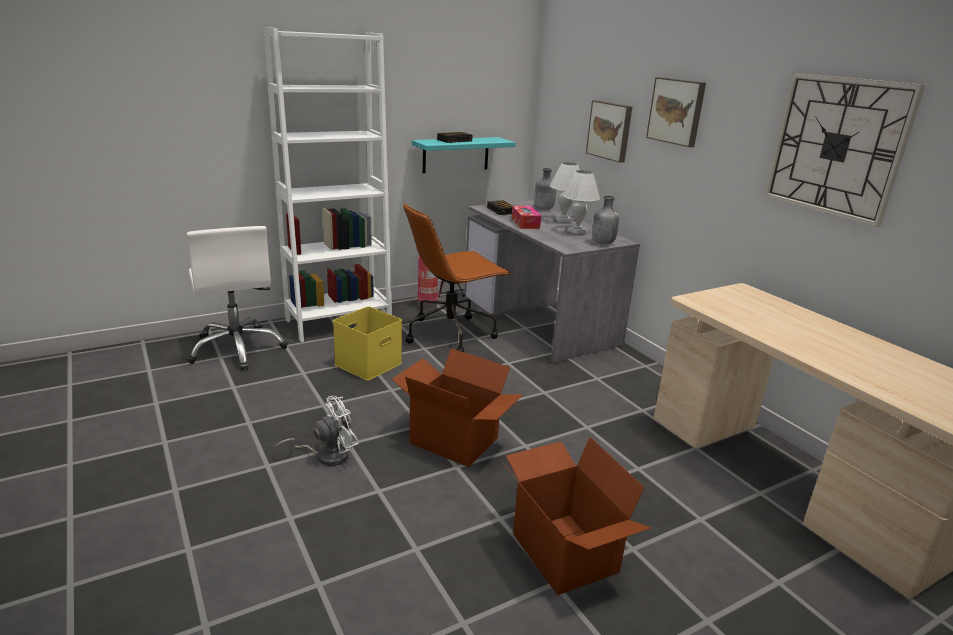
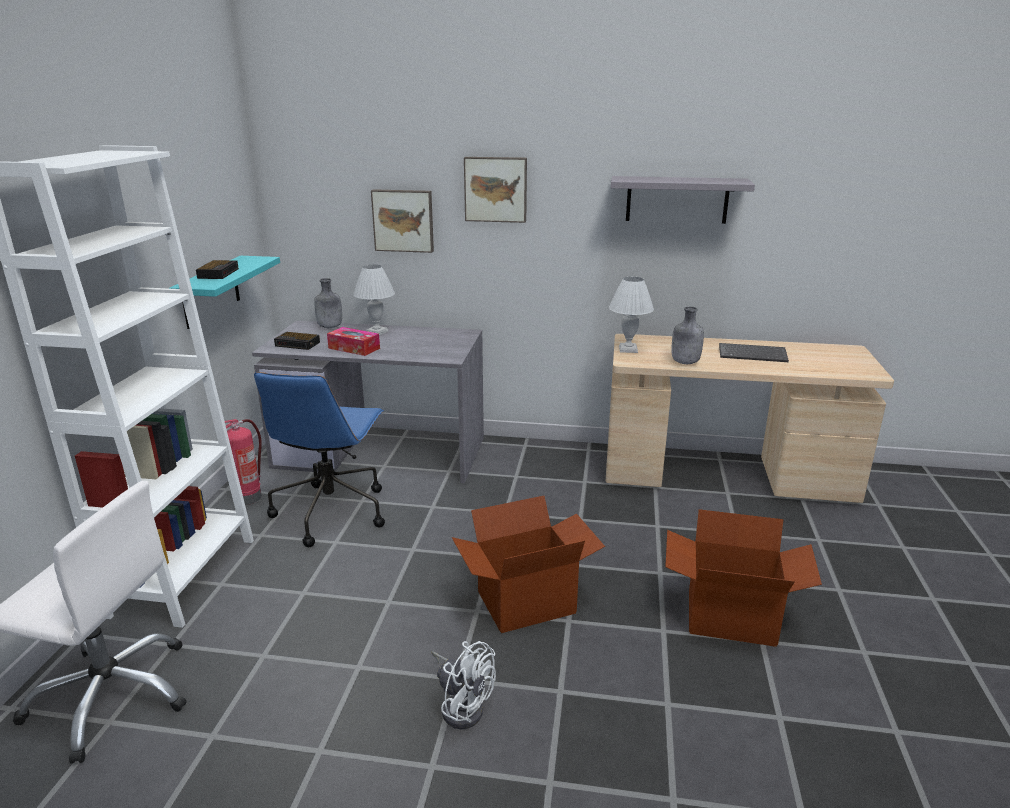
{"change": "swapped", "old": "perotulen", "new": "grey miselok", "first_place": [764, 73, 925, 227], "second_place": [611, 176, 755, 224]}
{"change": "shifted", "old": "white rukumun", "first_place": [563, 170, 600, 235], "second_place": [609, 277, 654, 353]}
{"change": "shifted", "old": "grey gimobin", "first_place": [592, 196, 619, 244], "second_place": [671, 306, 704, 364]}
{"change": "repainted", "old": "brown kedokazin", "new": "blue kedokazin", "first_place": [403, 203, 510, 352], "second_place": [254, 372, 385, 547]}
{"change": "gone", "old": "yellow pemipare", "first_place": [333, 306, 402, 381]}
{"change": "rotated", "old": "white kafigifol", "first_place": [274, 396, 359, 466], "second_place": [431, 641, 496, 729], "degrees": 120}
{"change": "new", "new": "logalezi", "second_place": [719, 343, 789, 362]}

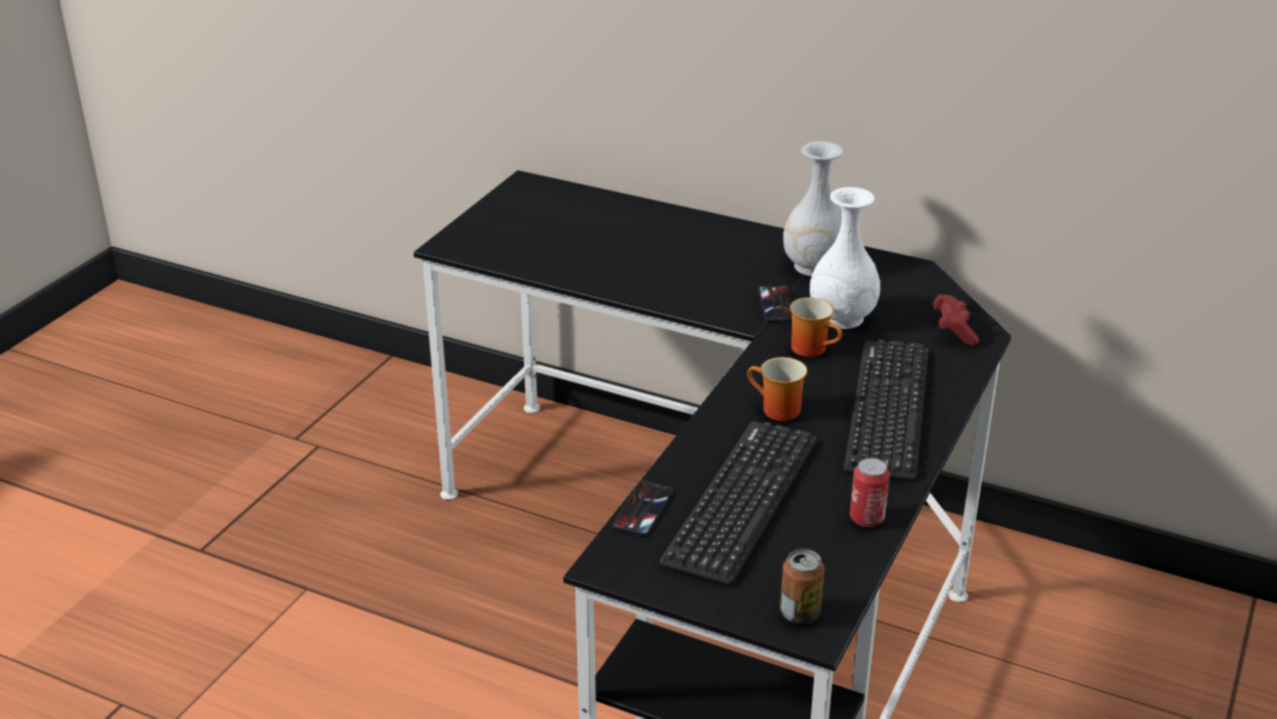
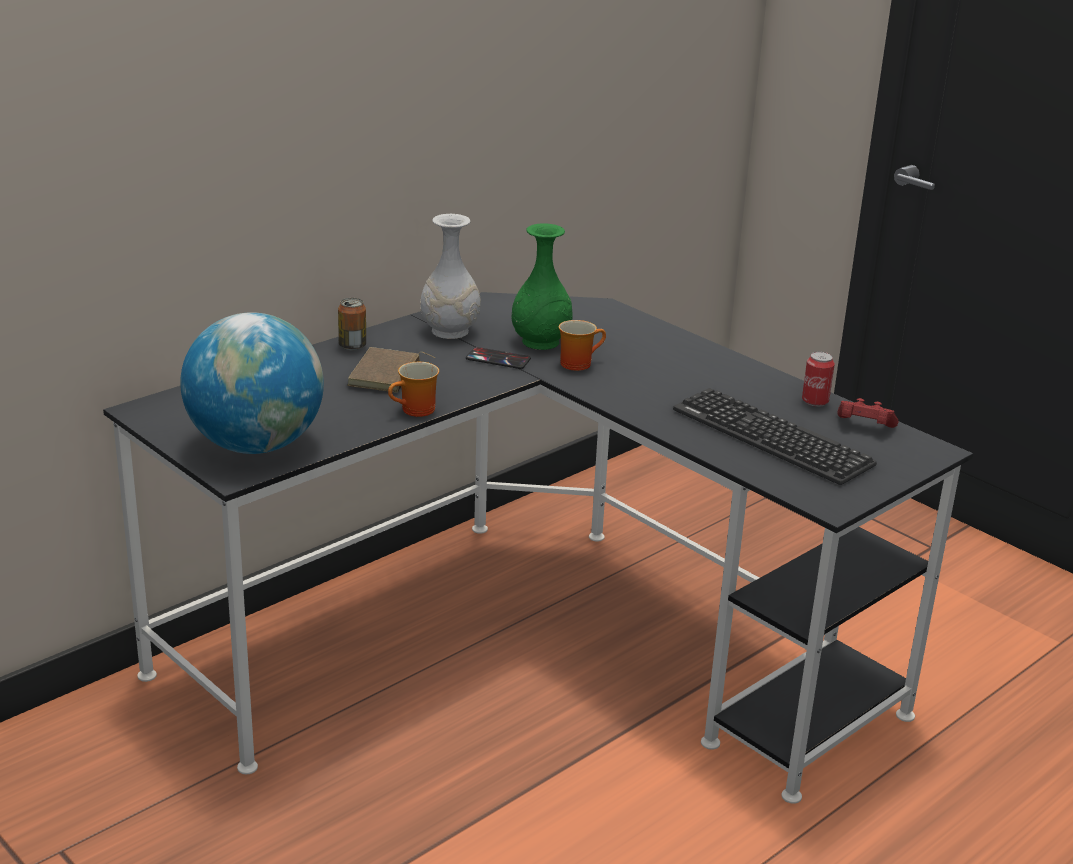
{"change": "repainted", "old": "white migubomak", "new": "green migubomak", "first_place": [810, 187, 880, 329], "second_place": [511, 223, 572, 350]}
{"change": "shifted", "old": "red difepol", "first_place": [933, 294, 979, 346], "second_place": [837, 398, 898, 428]}
{"change": "gone", "old": "logalezi", "first_place": [844, 339, 929, 480]}
{"change": "shifted", "old": "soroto", "first_place": [747, 357, 807, 421], "second_place": [388, 362, 439, 417]}
{"change": "gone", "old": "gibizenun", "first_place": [612, 480, 674, 536]}
{"change": "shifted", "old": "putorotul", "first_place": [780, 549, 824, 624], "second_place": [338, 298, 366, 351]}
{"change": "new", "new": "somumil", "second_place": [180, 312, 324, 454]}
{"change": "new", "new": "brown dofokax", "second_place": [347, 347, 435, 393]}

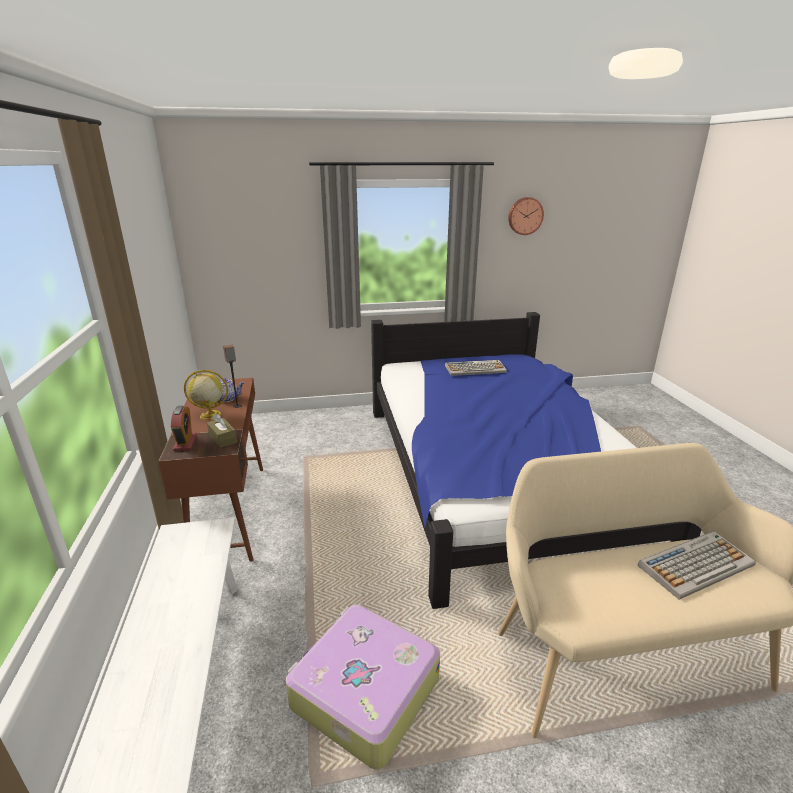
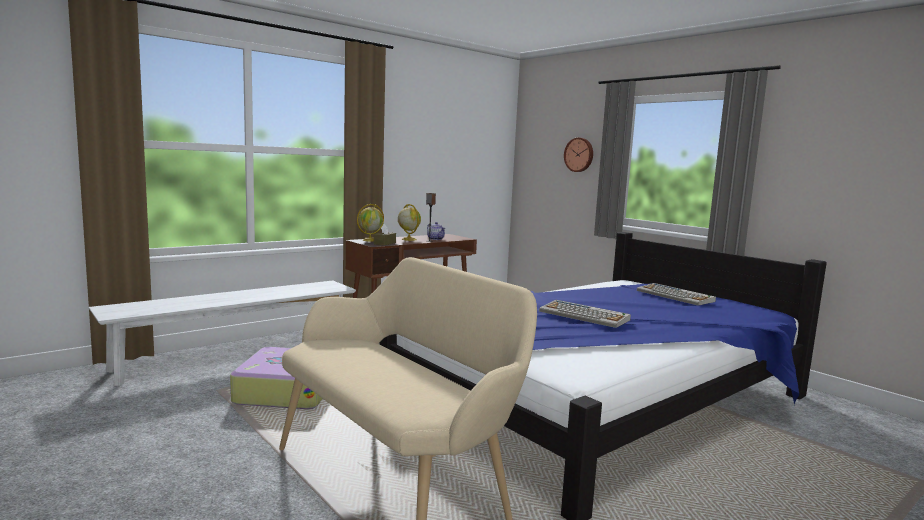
{"change": "shifted", "old": "perotulen", "first_place": [508, 197, 544, 235], "second_place": [564, 138, 593, 172]}
{"change": "swapped", "old": "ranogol", "new": "somumil", "first_place": [171, 406, 197, 451], "second_place": [357, 204, 384, 242]}
{"change": "shifted", "old": "logalezi", "first_place": [637, 531, 756, 600], "second_place": [539, 300, 631, 328]}

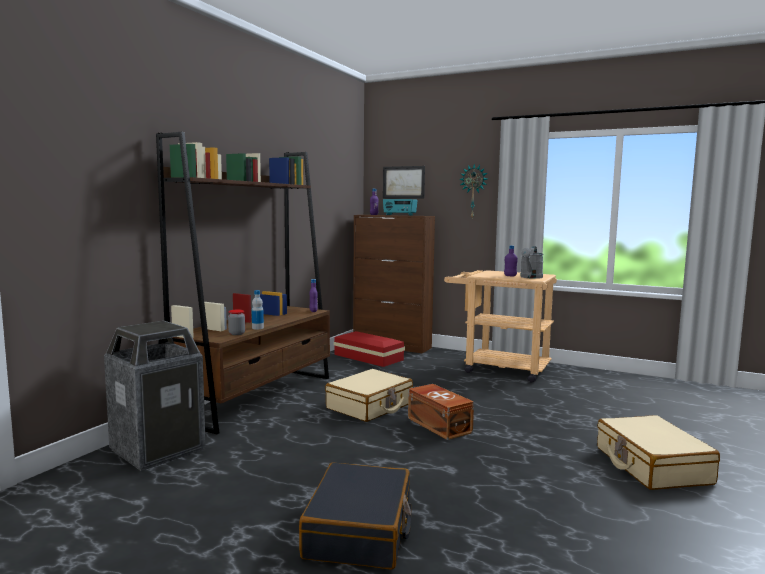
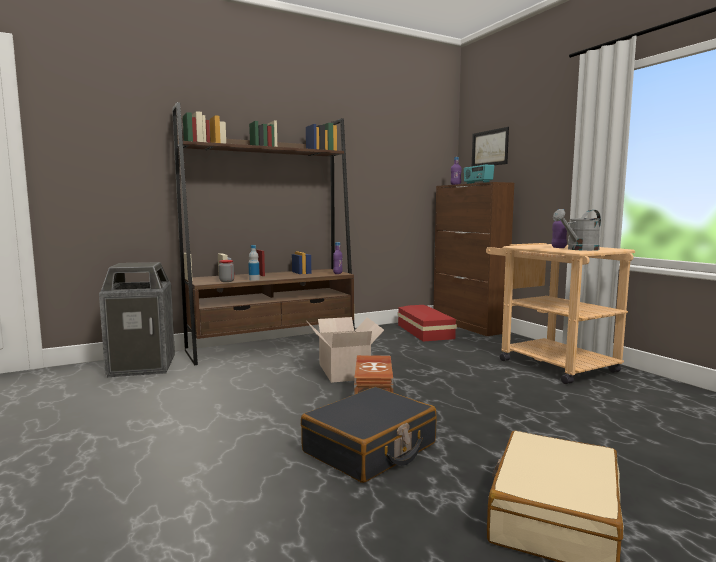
{"change": "gone", "old": "perotulen", "first_place": [459, 164, 487, 218]}
{"change": "swapped", "old": "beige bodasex", "new": "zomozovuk", "first_place": [325, 369, 413, 422], "second_place": [306, 317, 384, 383]}
{"change": "shifted", "old": "black bodasex", "first_place": [299, 462, 412, 570], "second_place": [301, 387, 437, 483]}

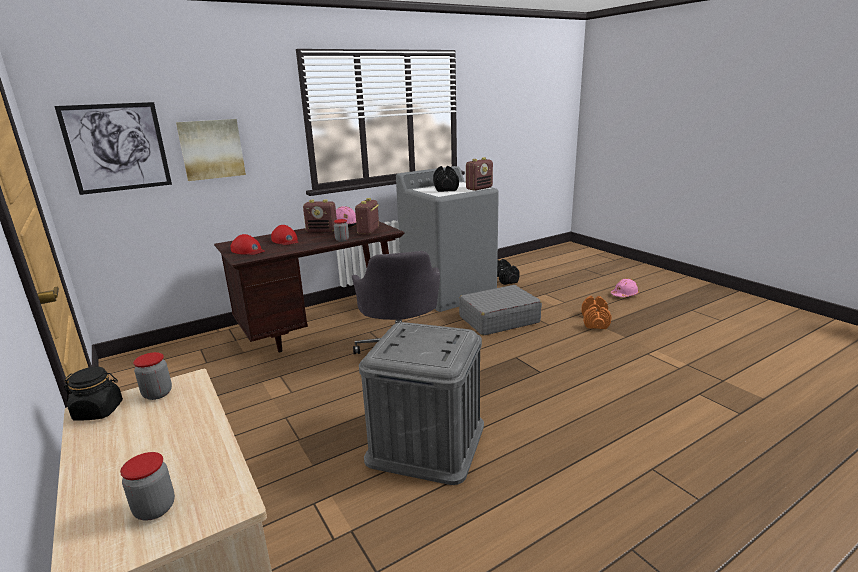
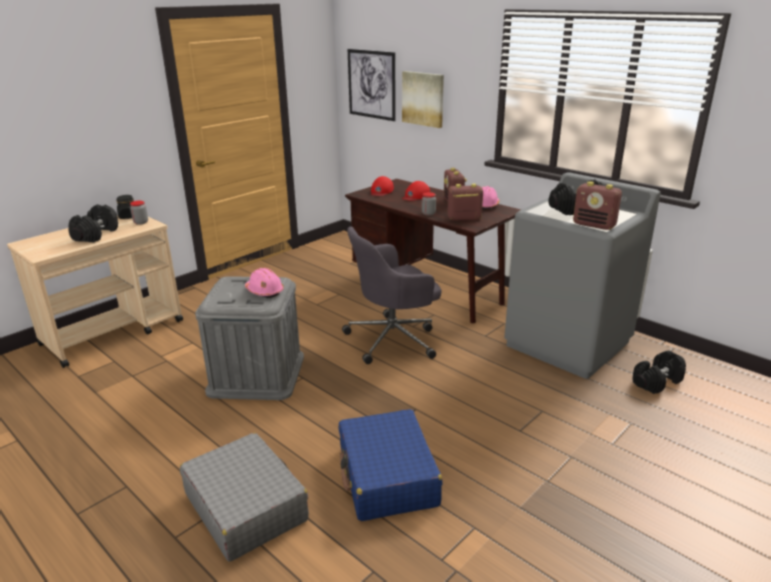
{"change": "shifted", "old": "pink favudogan", "first_place": [611, 279, 639, 297], "second_place": [245, 268, 284, 298]}
{"change": "shifted", "old": "grey bodasex", "first_place": [459, 285, 542, 336], "second_place": [180, 432, 309, 562]}
{"change": "gone", "old": "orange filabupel", "first_place": [581, 296, 612, 329]}
{"change": "gone", "old": "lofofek", "first_place": [120, 452, 175, 520]}
{"change": "new", "new": "black filabupel", "second_place": [68, 204, 118, 242]}
{"change": "new", "new": "blue bodasex", "second_place": [339, 409, 443, 521]}

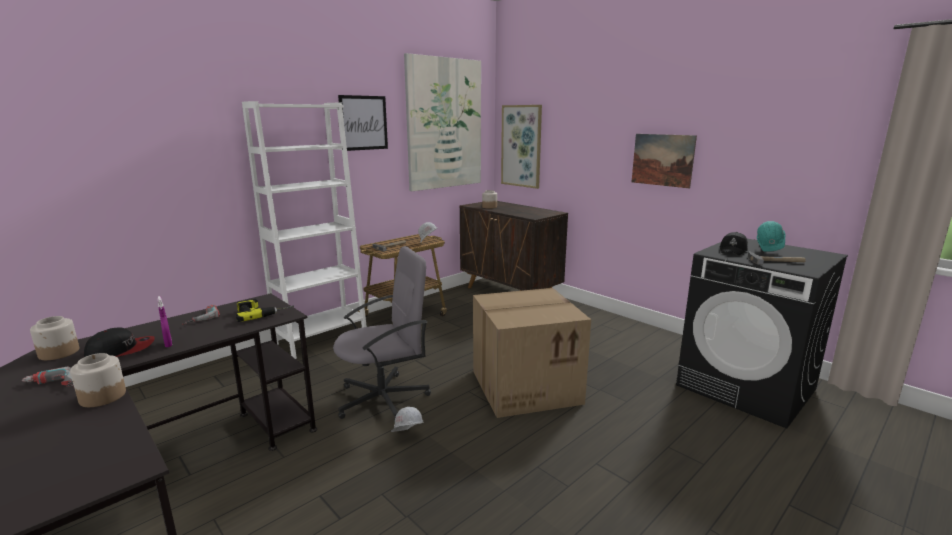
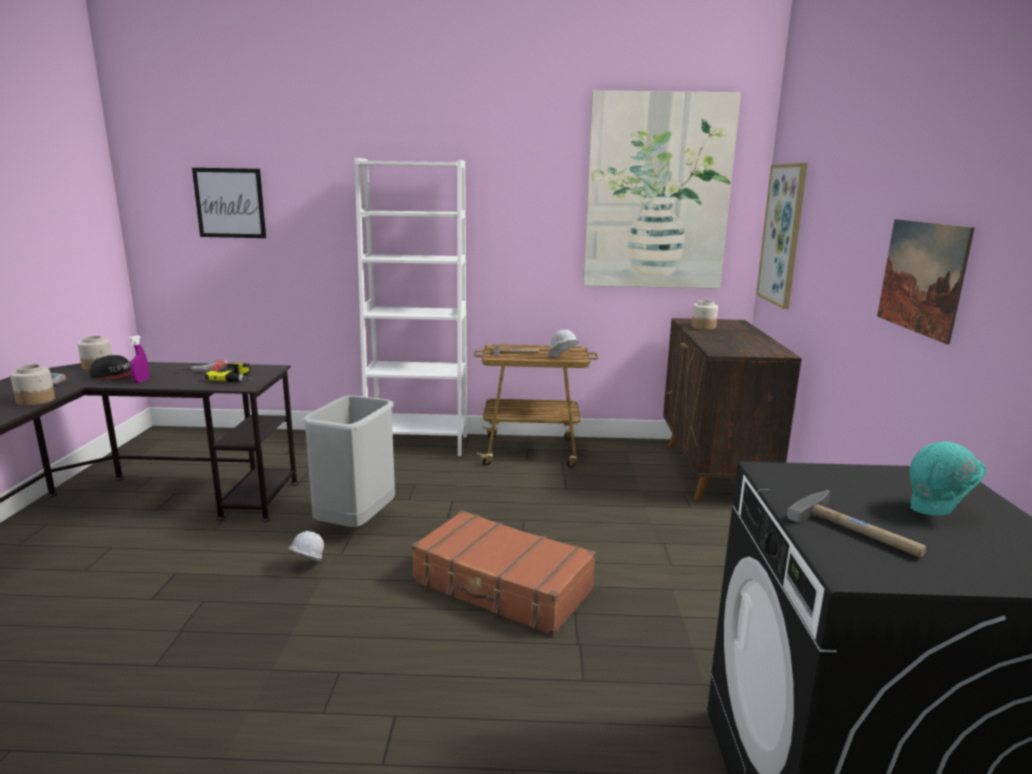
{"change": "shifted", "old": "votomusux", "first_place": [338, 95, 388, 151], "second_place": [192, 168, 266, 238]}
{"change": "gone", "old": "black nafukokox", "first_place": [720, 232, 748, 255]}
{"change": "swapped", "old": "grey kedokazin", "new": "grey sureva", "first_place": [333, 246, 431, 423], "second_place": [302, 395, 395, 527]}
{"change": "swapped", "old": "zomozovuk", "new": "brown bodasex", "first_place": [473, 288, 591, 418], "second_place": [411, 510, 596, 636]}

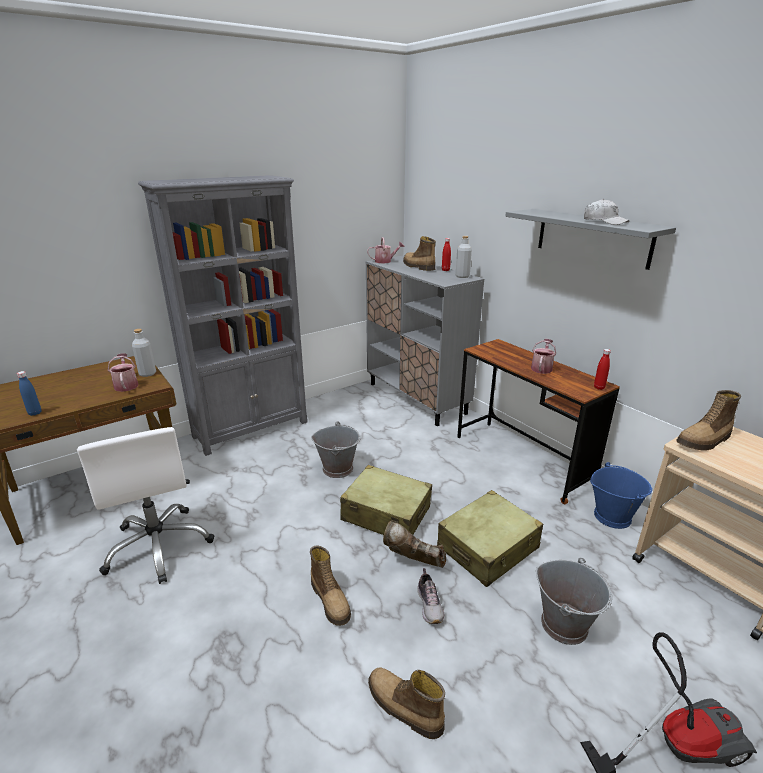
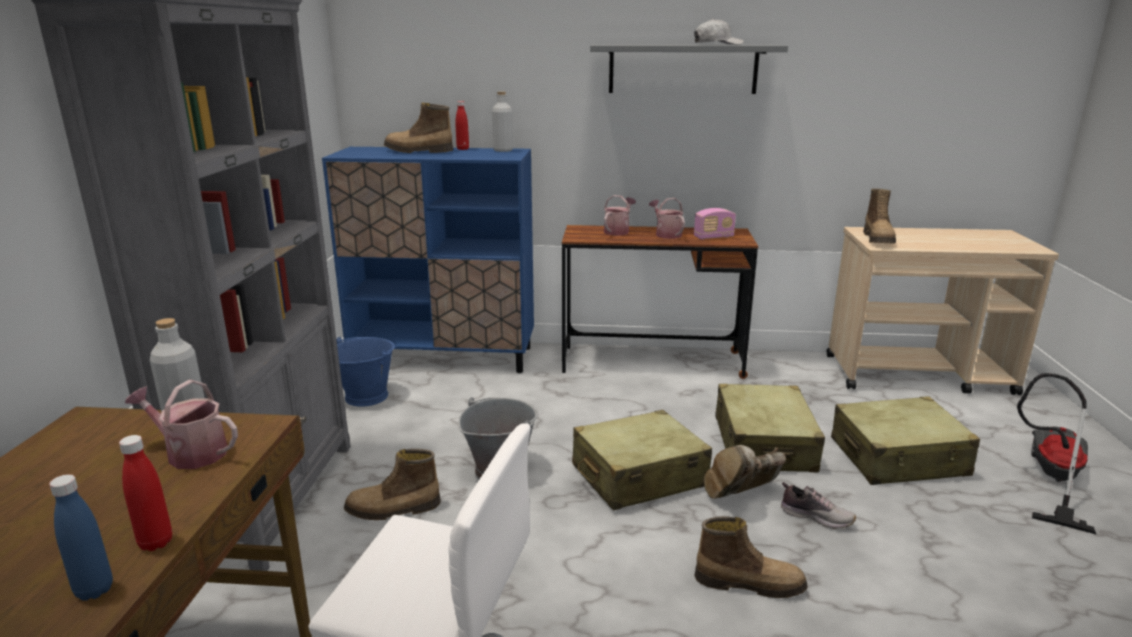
{"change": "shifted", "old": "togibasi", "first_place": [367, 237, 405, 263], "second_place": [604, 195, 636, 235]}
{"change": "repainted", "old": "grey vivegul", "new": "blue vivegul", "first_place": [366, 256, 484, 426], "second_place": [322, 147, 534, 373]}
{"change": "shifted", "old": "red gimobin", "first_place": [594, 349, 611, 390], "second_place": [119, 435, 172, 551]}
{"change": "shifted", "old": "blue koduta", "first_place": [590, 462, 652, 529], "second_place": [336, 337, 395, 407]}
{"change": "swapped", "old": "grey koduta", "new": "beige bodasex", "first_place": [536, 558, 612, 645], "second_place": [831, 396, 980, 485]}
{"change": "shifted", "old": "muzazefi", "first_place": [368, 668, 445, 739], "second_place": [344, 449, 441, 520]}
{"change": "new", "new": "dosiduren", "second_place": [694, 208, 736, 240]}

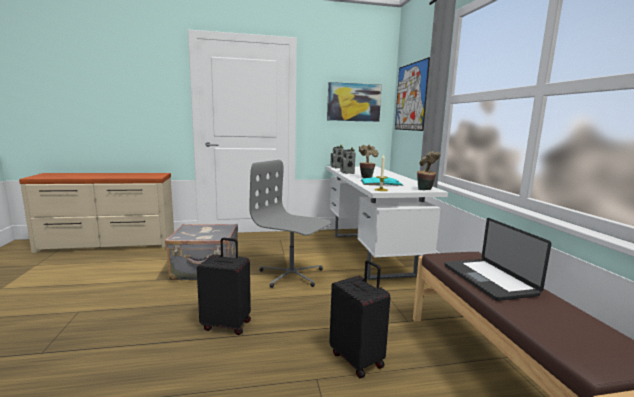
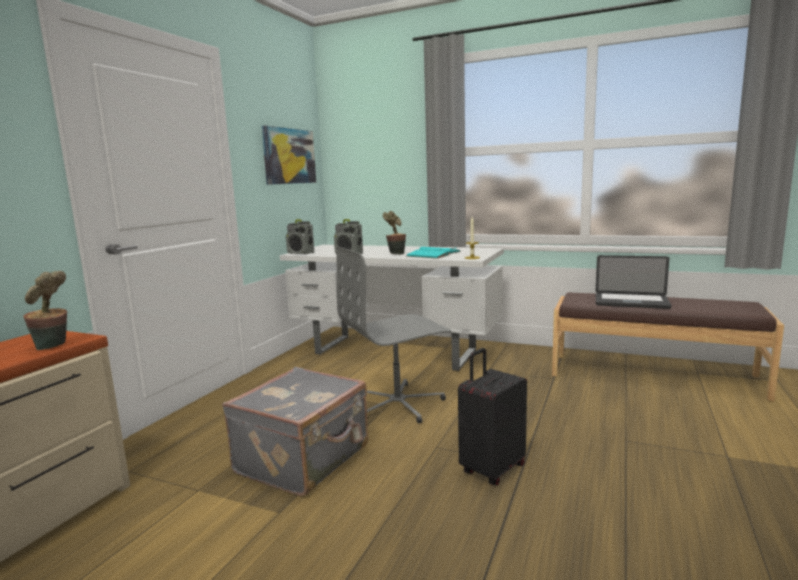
{"change": "gone", "old": "votomusux", "first_place": [395, 57, 430, 131]}
{"change": "shifted", "old": "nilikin", "first_place": [417, 151, 441, 190], "second_place": [23, 271, 67, 350]}
{"change": "gone", "old": "black bodasex", "first_place": [329, 260, 390, 378]}

